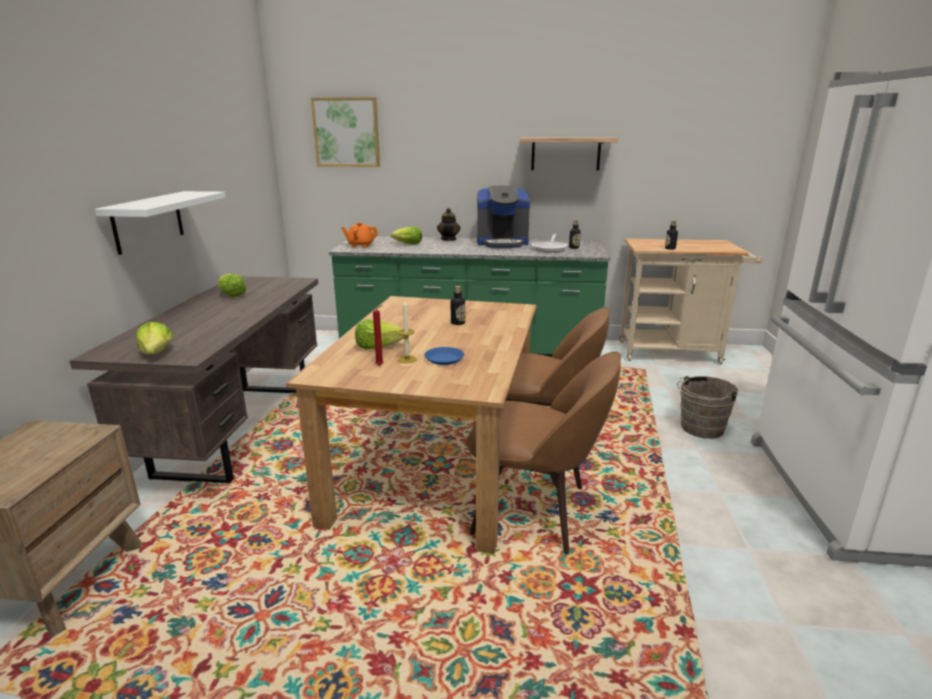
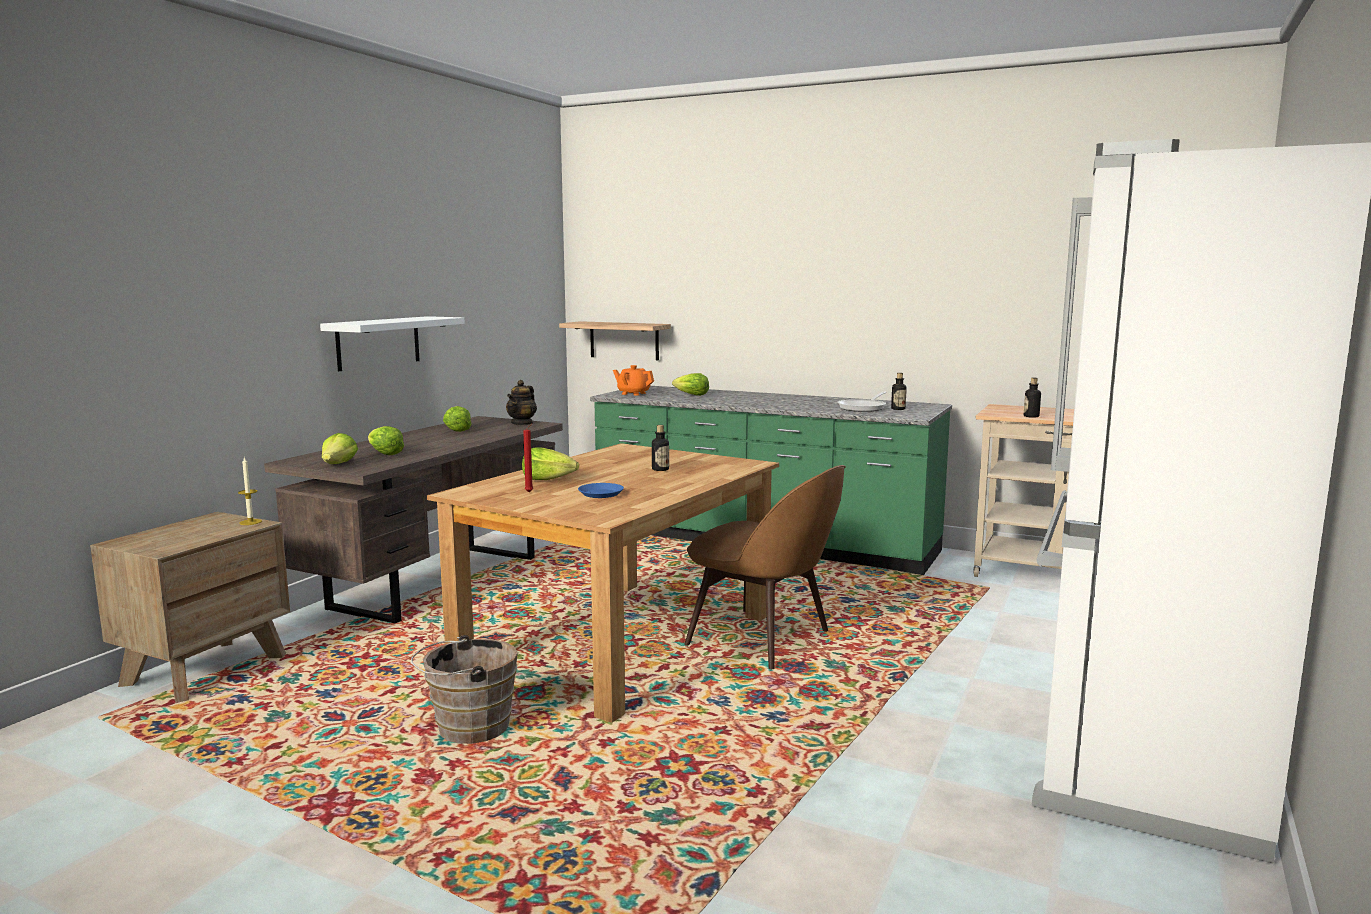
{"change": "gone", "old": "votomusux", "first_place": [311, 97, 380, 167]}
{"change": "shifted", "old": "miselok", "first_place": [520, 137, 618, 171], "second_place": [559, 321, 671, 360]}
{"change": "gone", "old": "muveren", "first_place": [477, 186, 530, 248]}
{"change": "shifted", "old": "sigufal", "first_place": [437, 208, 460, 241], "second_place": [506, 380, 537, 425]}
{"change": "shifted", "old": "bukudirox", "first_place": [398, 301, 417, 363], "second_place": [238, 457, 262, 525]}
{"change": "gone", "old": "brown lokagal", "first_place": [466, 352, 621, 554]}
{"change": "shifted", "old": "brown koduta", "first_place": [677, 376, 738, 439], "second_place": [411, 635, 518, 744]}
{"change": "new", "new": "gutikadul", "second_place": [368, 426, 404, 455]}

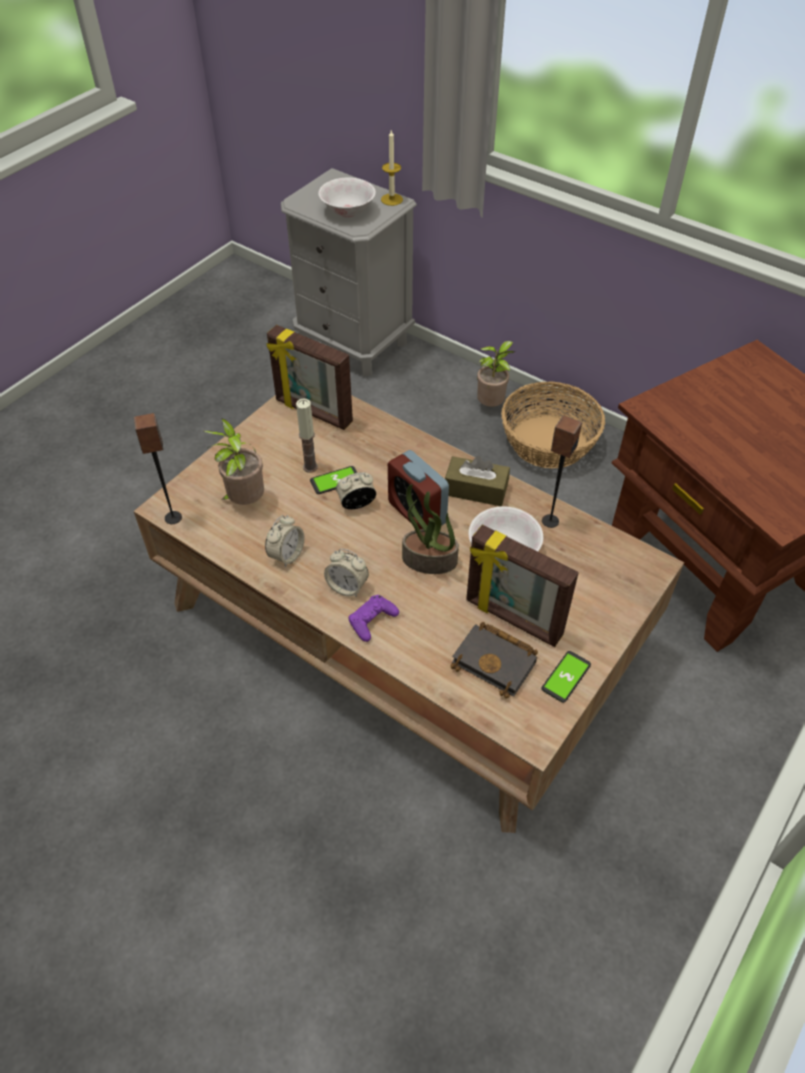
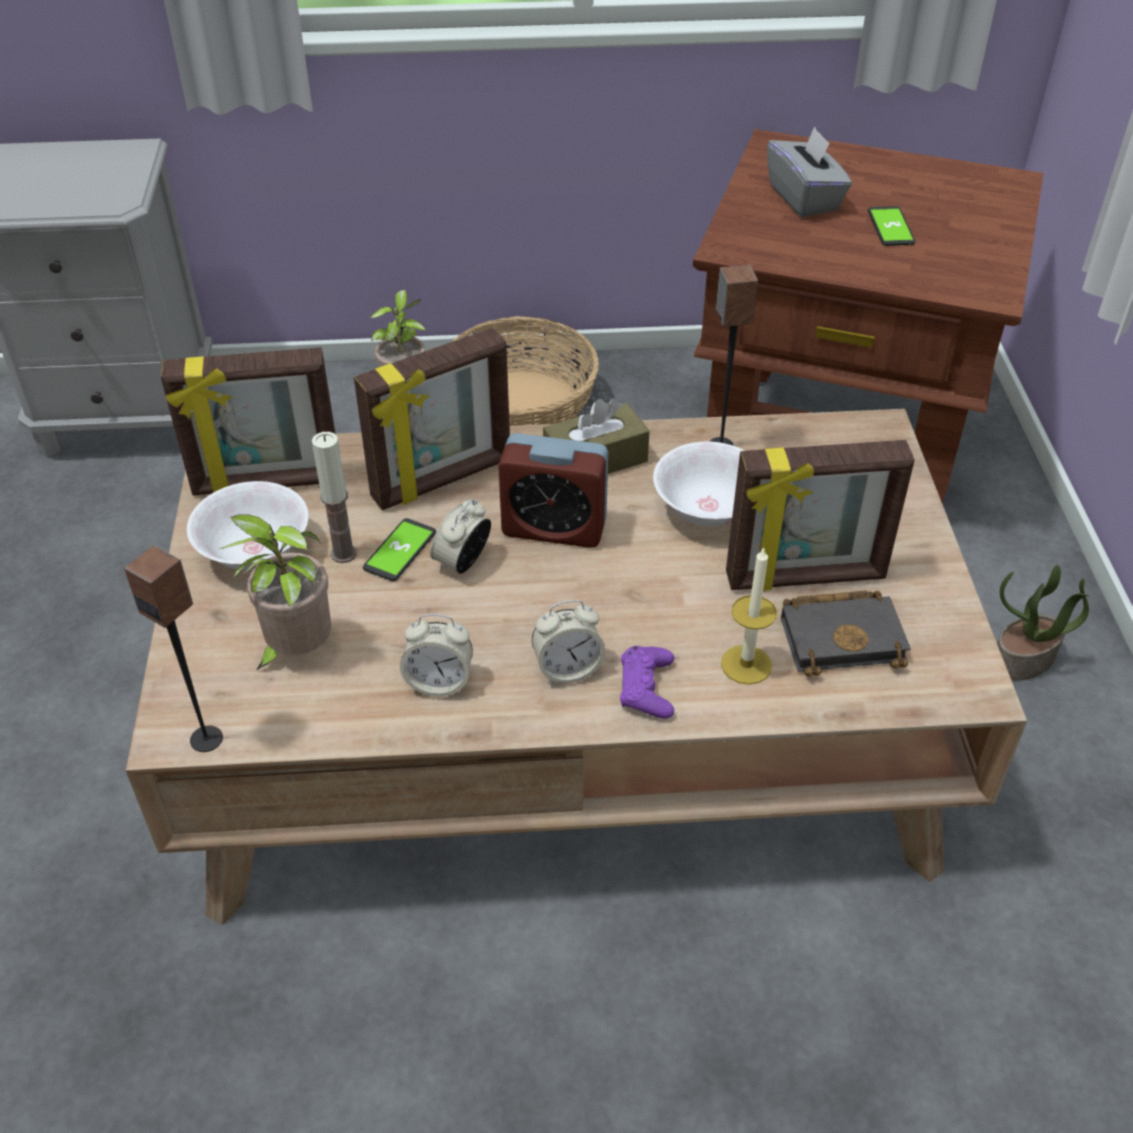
{"change": "shifted", "old": "bukudirox", "first_place": [381, 130, 403, 206], "second_place": [721, 547, 777, 685]}
{"change": "shifted", "old": "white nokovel", "first_place": [318, 177, 376, 217], "second_place": [187, 481, 309, 571]}
{"change": "shifted", "old": "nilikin", "first_place": [402, 484, 459, 574], "second_place": [997, 565, 1090, 681]}
{"change": "rotated", "old": "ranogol", "first_place": [265, 515, 305, 567], "second_place": [400, 614, 473, 697], "degrees": 105}
{"change": "shifted", "old": "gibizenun", "first_place": [542, 651, 591, 703], "second_place": [868, 206, 915, 246]}
{"change": "new", "new": "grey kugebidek", "second_place": [767, 126, 852, 217]}
{"change": "new", "new": "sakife", "second_place": [354, 328, 510, 510]}

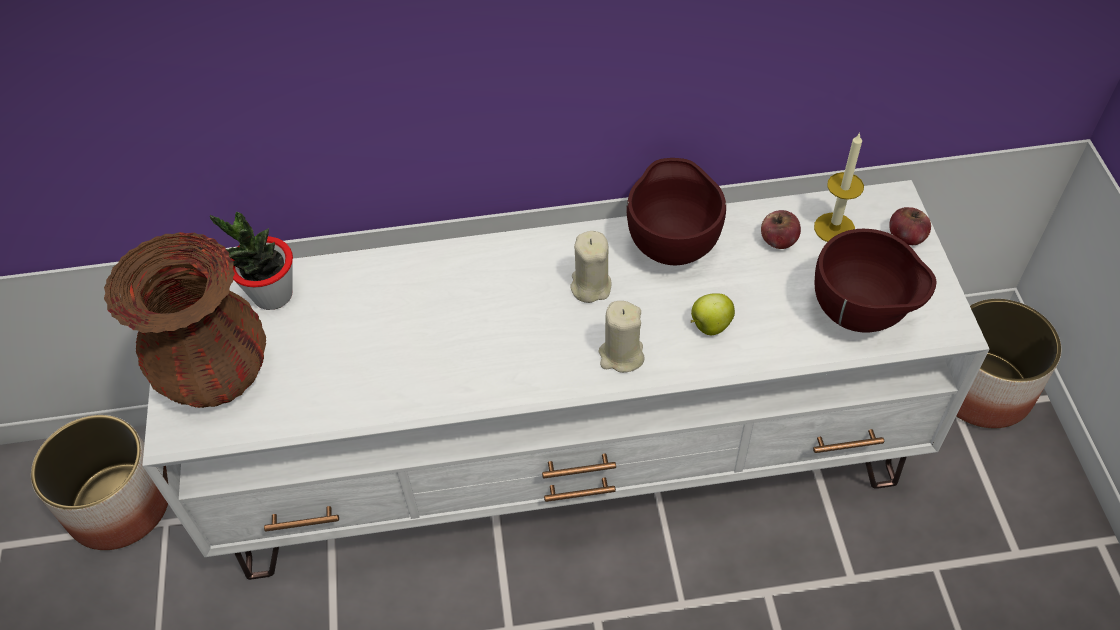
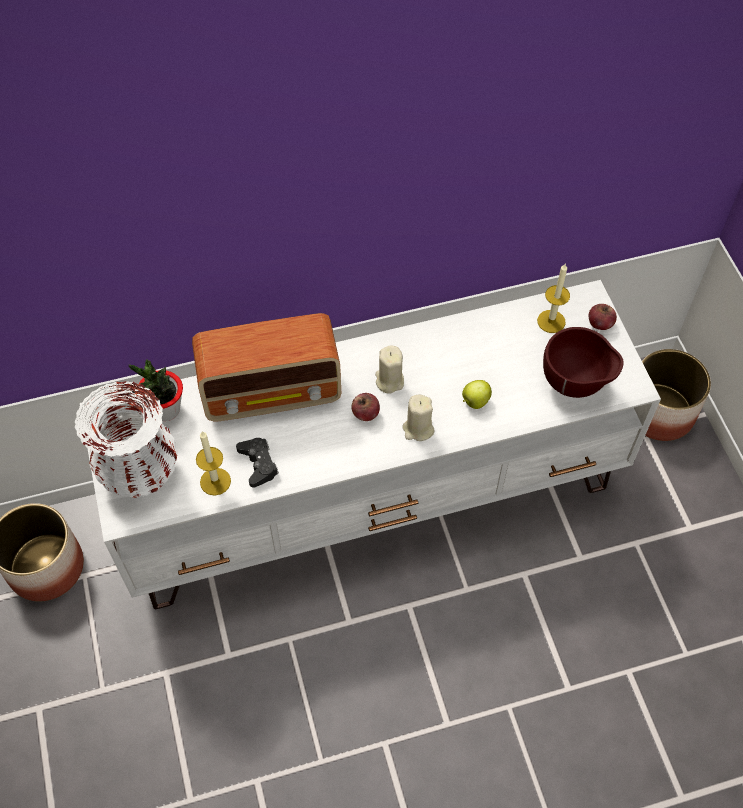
{"change": "gone", "old": "brown nokovel", "first_place": [626, 158, 726, 265]}
{"change": "shifted", "old": "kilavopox", "first_place": [761, 210, 801, 249], "second_place": [351, 393, 380, 421]}
{"change": "repainted", "old": "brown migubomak", "new": "white migubomak", "first_place": [104, 232, 266, 408], "second_place": [75, 381, 177, 498]}
{"change": "new", "new": "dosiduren", "second_place": [192, 313, 341, 422]}
{"change": "new", "new": "bukudirox", "second_place": [196, 431, 231, 496]}
{"change": "new", "new": "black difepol", "second_place": [236, 438, 279, 488]}

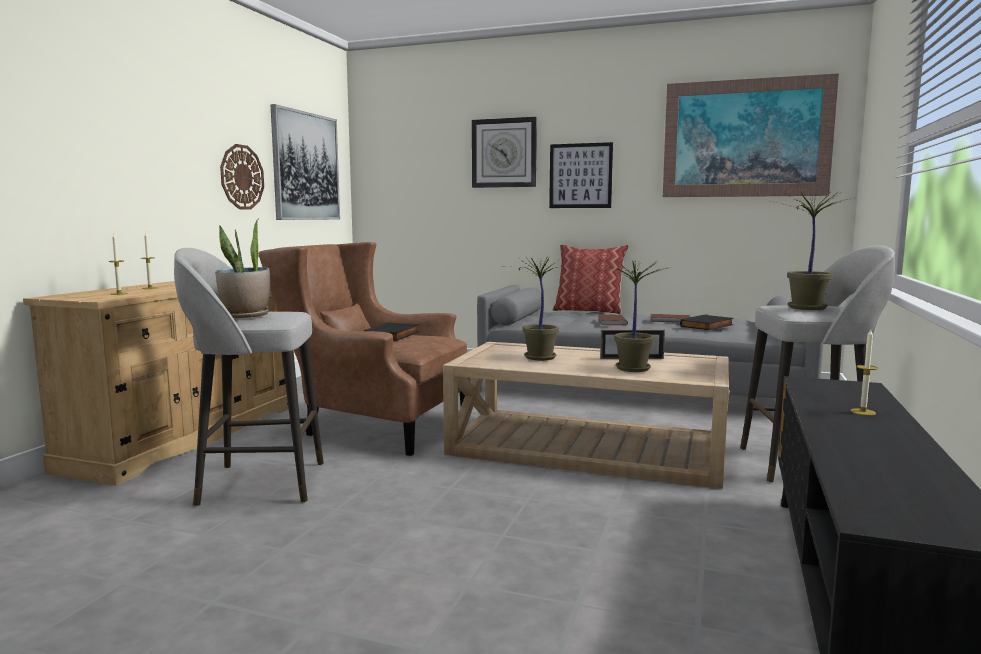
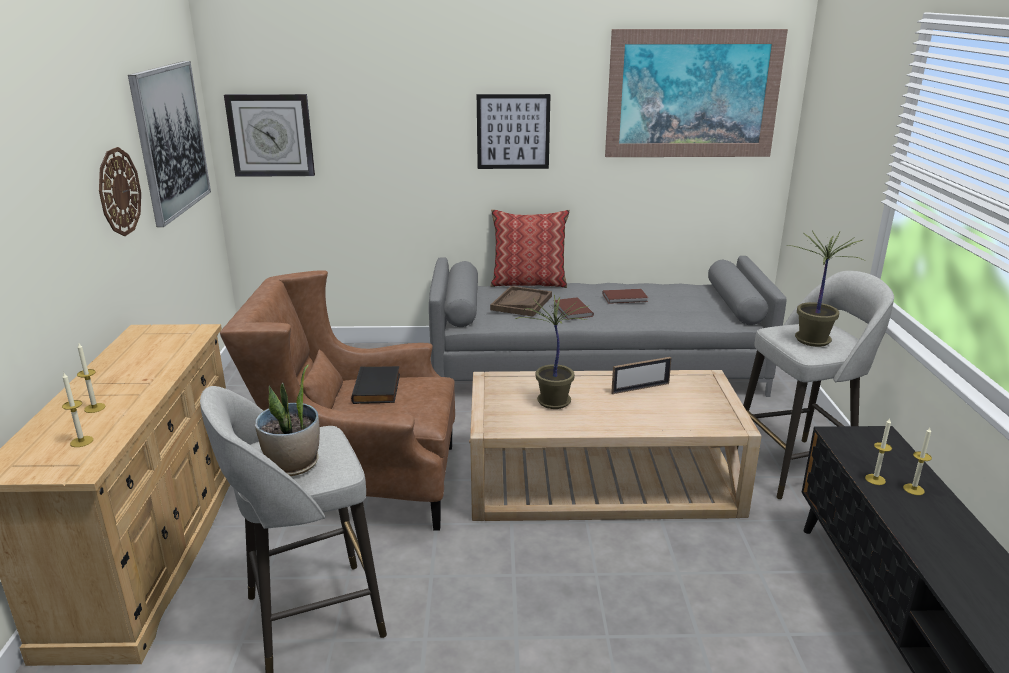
{"change": "shifted", "old": "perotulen", "first_place": [472, 117, 537, 188], "second_place": [224, 94, 315, 177]}
{"change": "gone", "old": "nilikin", "first_place": [602, 260, 669, 372]}
{"change": "gone", "old": "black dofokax", "first_place": [680, 314, 733, 330]}
{"change": "new", "new": "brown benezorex", "second_place": [490, 286, 552, 317]}
{"change": "new", "new": "bukudirox", "second_place": [865, 419, 892, 485]}

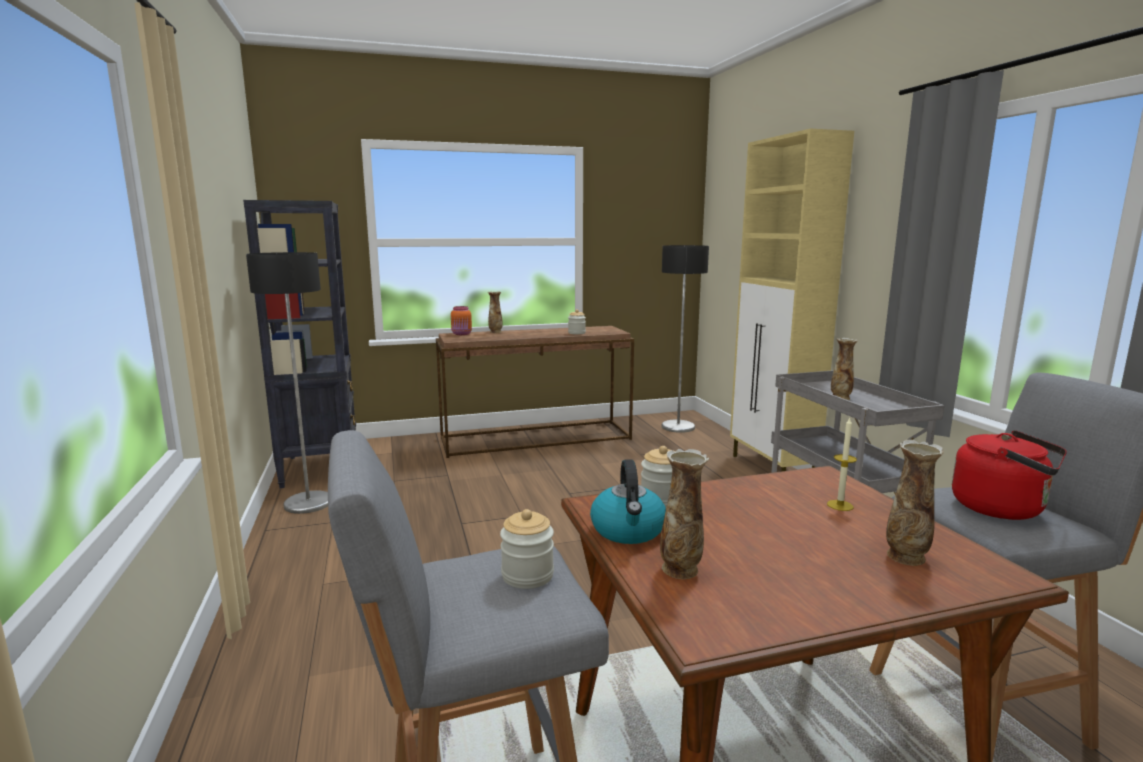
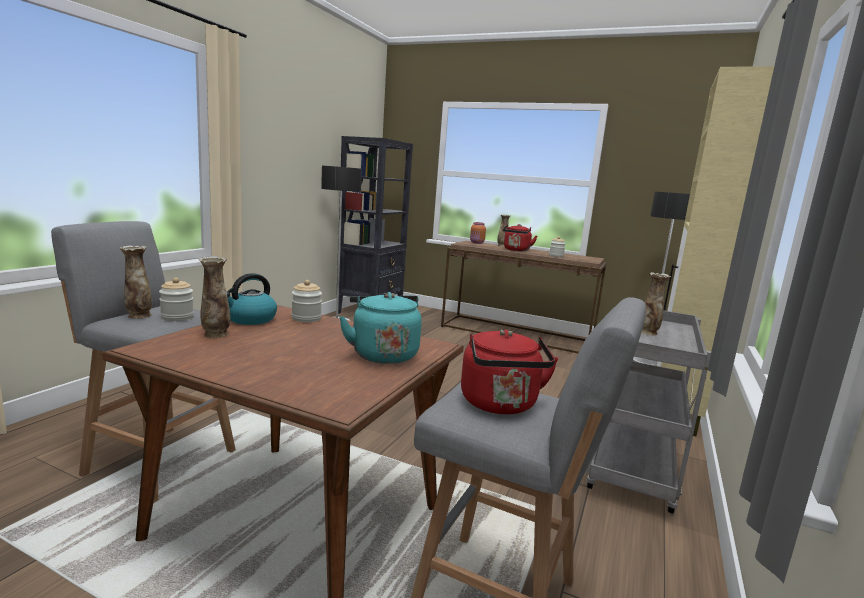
{"change": "swapped", "old": "bukudirox", "new": "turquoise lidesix", "first_place": [827, 418, 857, 511], "second_place": [339, 292, 422, 364]}
{"change": "shifted", "old": "migubomak", "first_place": [886, 440, 944, 566], "second_place": [120, 245, 152, 319]}
{"change": "new", "new": "red lidesix", "second_place": [503, 224, 537, 251]}

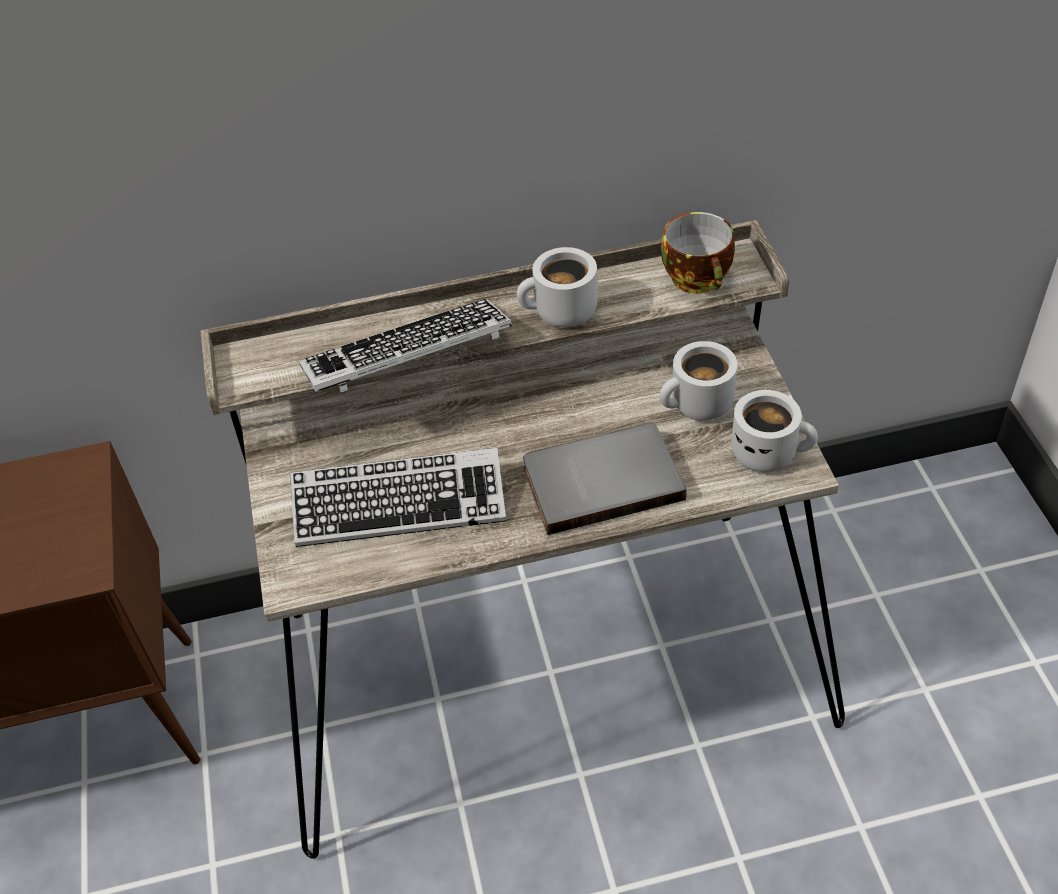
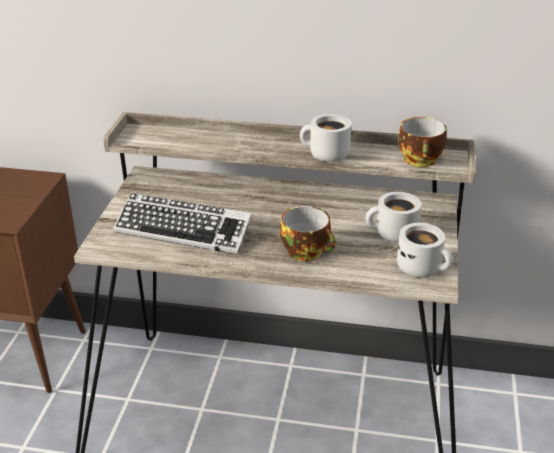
{"change": "gone", "old": "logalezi", "first_place": [300, 299, 512, 392]}
{"change": "swapped", "old": "grey dofokax", "new": "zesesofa", "first_place": [523, 423, 687, 535], "second_place": [280, 206, 336, 261]}

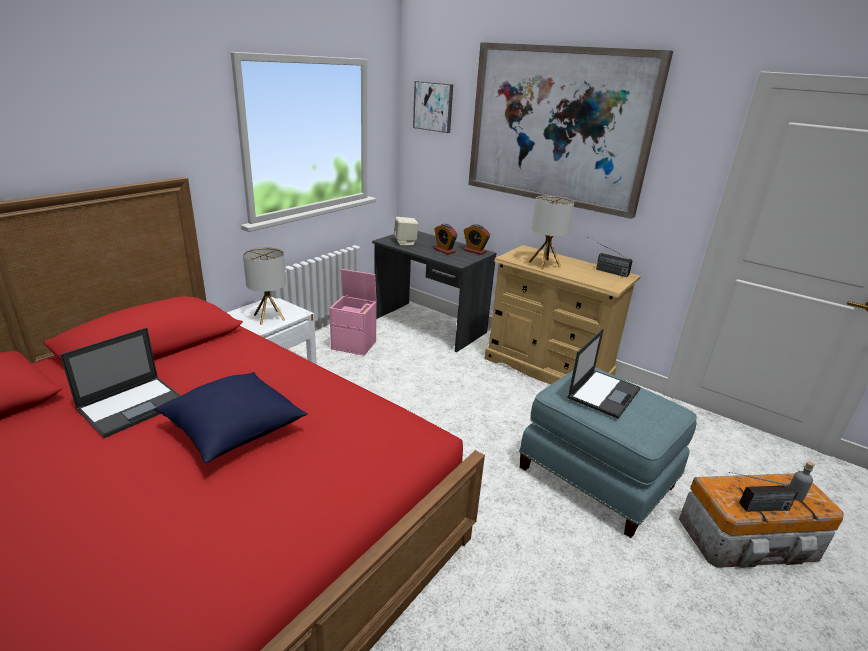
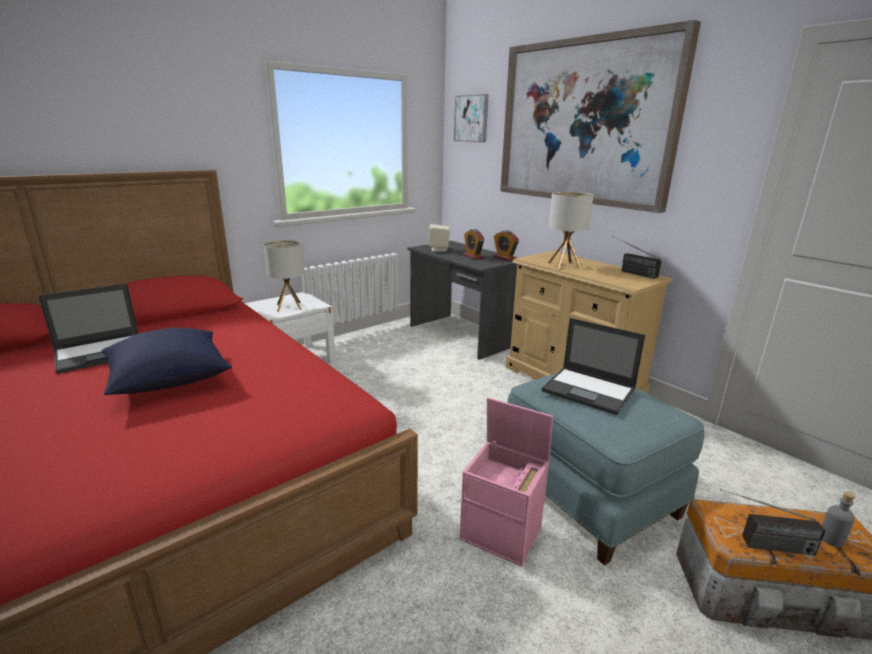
{"change": "shifted", "old": "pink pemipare", "first_place": [329, 269, 377, 356], "second_place": [460, 397, 553, 566]}
{"change": "rotated", "old": "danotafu", "first_place": [567, 329, 641, 419], "second_place": [541, 318, 645, 415], "degrees": 75}

